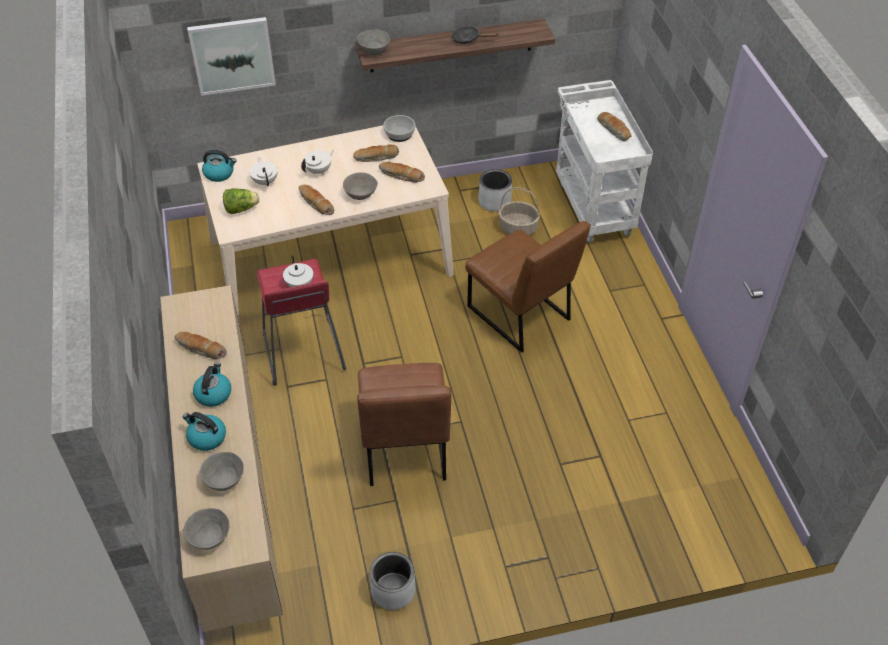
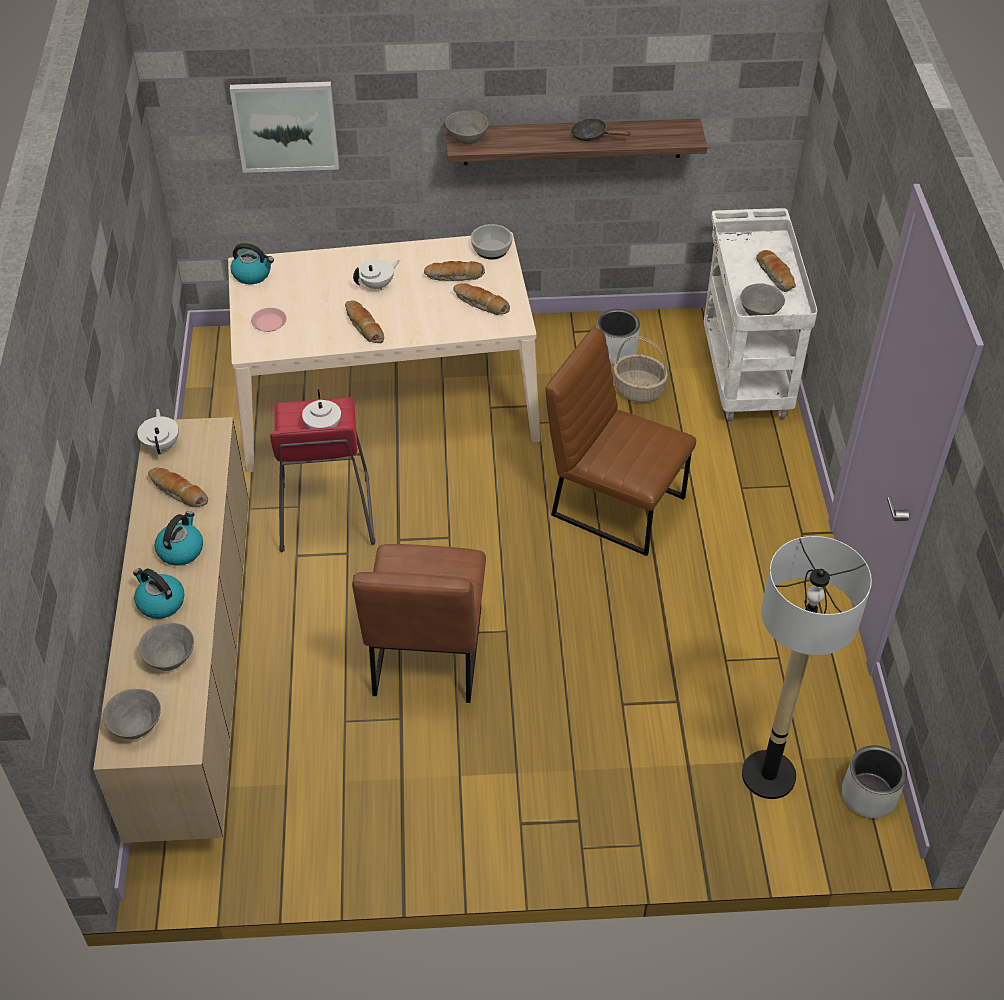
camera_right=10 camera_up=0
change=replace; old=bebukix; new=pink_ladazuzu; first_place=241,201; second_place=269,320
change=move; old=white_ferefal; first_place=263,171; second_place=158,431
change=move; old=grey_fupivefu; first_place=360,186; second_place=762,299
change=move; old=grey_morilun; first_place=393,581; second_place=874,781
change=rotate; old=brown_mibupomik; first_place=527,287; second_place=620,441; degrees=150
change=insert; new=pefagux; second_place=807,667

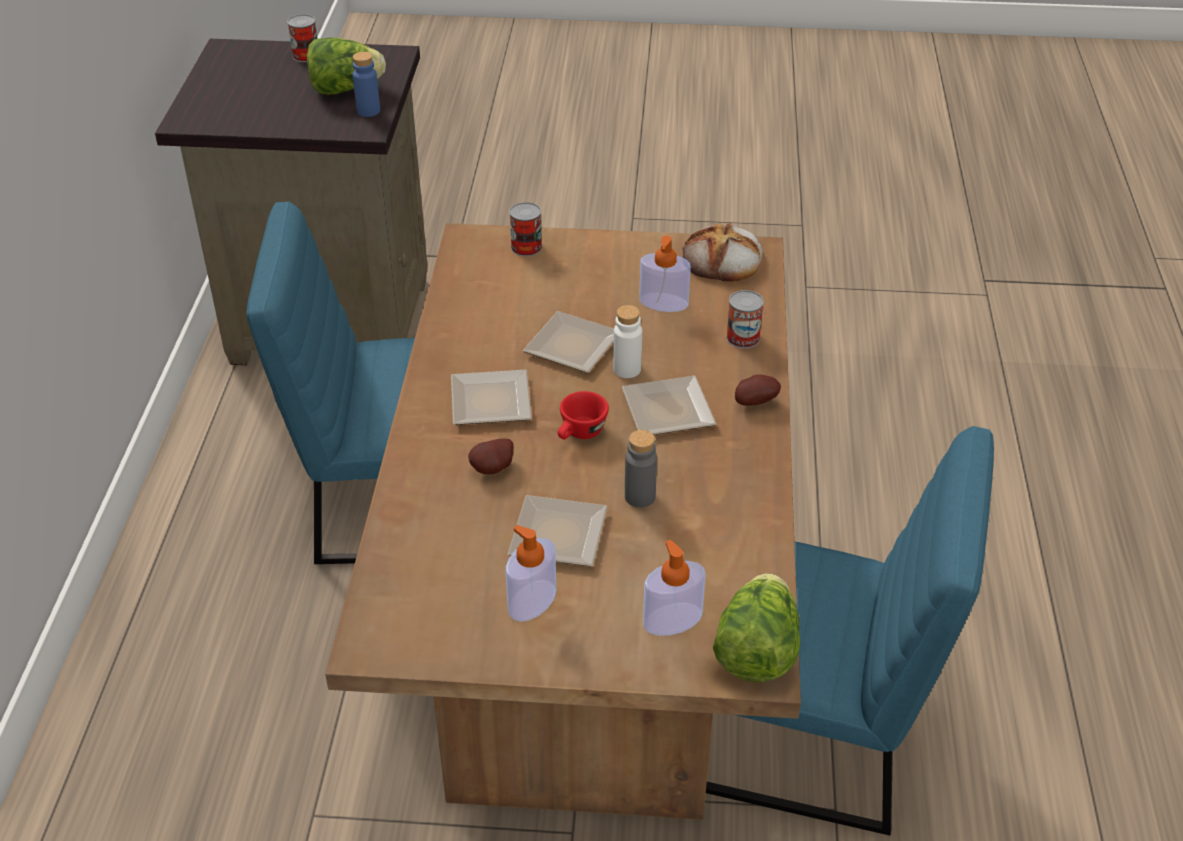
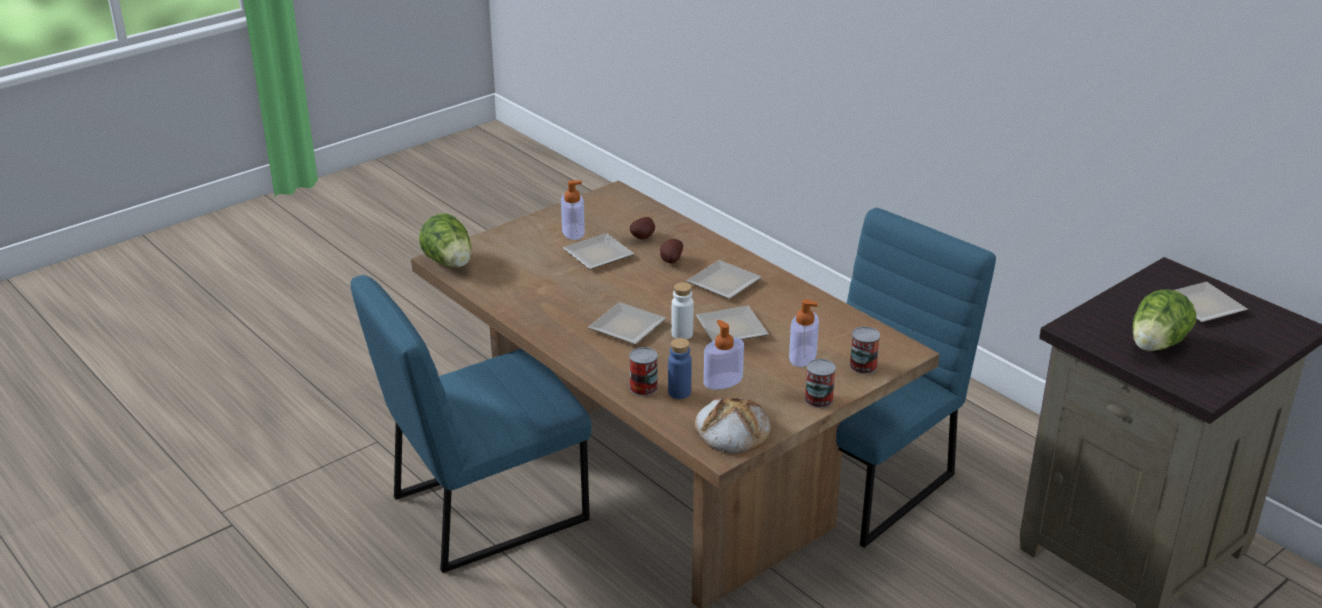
camera_right=135 camera_up=-10
change=move; old=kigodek; first_place=302,38; second_place=820,383
change=move; old=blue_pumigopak; first_place=366,84; second_place=680,368
change=delete; old=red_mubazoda; first_place=583,415
change=delete; old=grey_pumigopak; first_place=641,469
change=move; old=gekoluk; first_place=674,588; second_place=804,333
change=move; old=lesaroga; first_place=758,390; second_place=642,228
change=insert; new=ladazuzu; second_place=1211,302

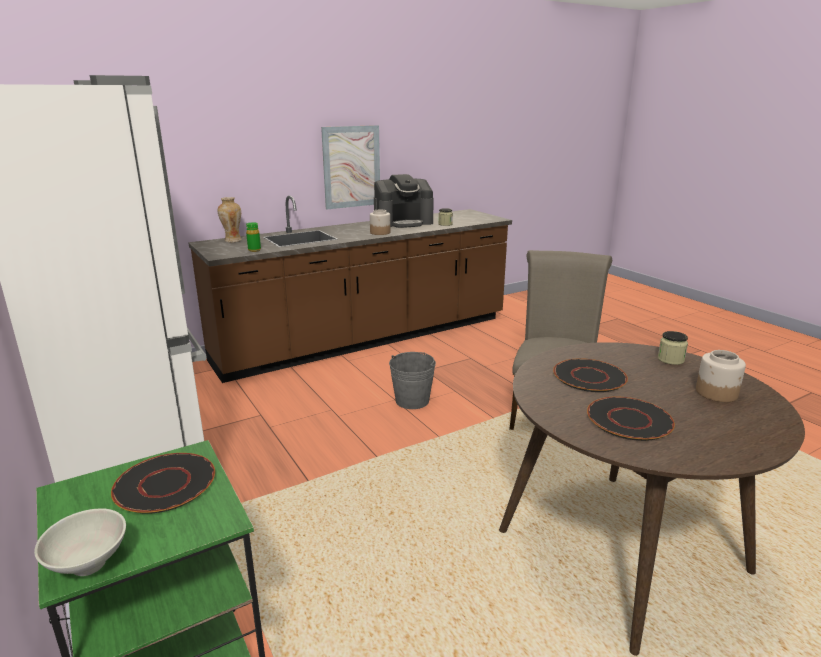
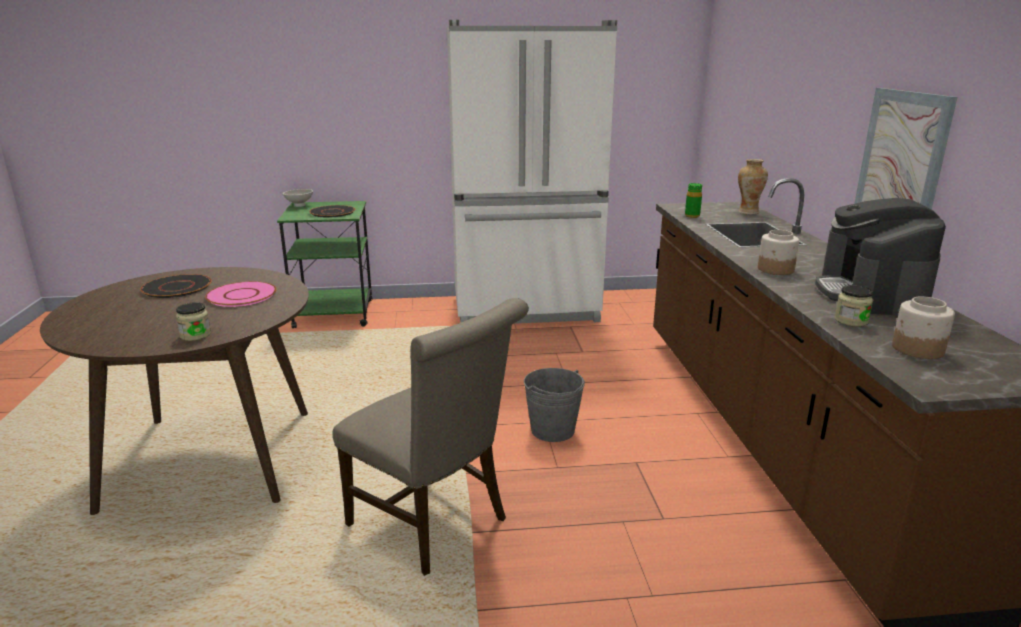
camera_right=115 camera_up=0
change=recolor; old=black_ladazuzu; new=pink_ladazuzu; first_place=590,375; second_place=241,294
change=move; old=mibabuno; first_place=721,376; second_place=923,327

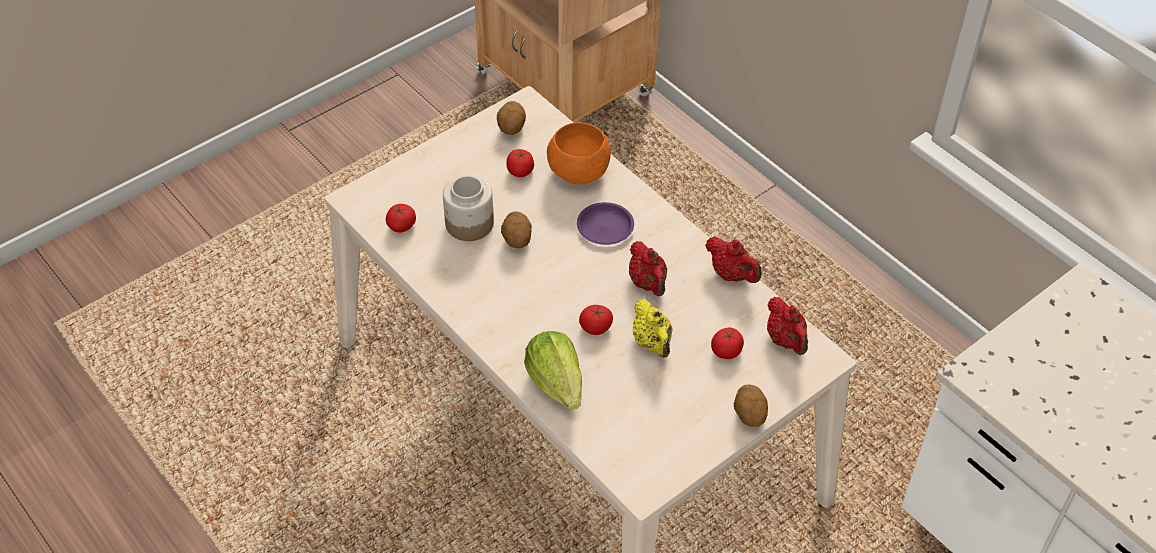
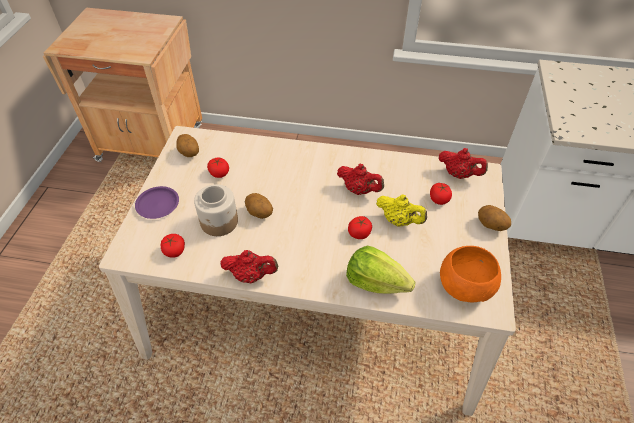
camera_right=-40 camera_up=0
change=move; old=orange_fupivefu; first_place=579,153; second_place=470,274
change=move; old=purple_ladazuzu; first_place=605,223; second_place=157,202
change=move; old=red_ferefal; first_place=733,259; second_place=249,266

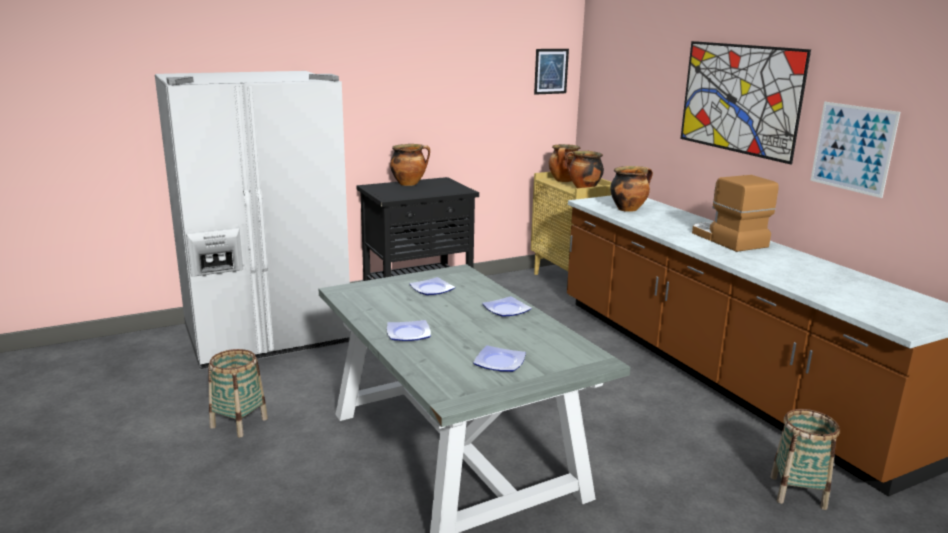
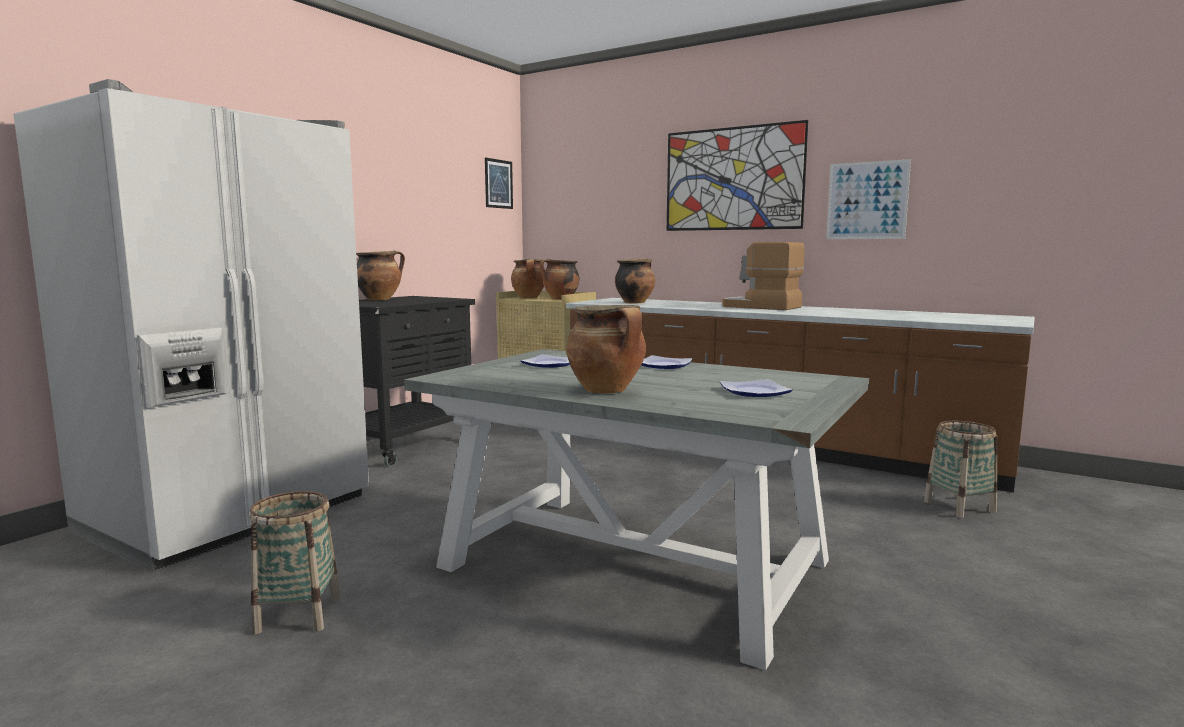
camera_right=-30 camera_up=-10
change=replace; old=ladazuzu; new=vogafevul; first_place=409,330; second_place=606,349

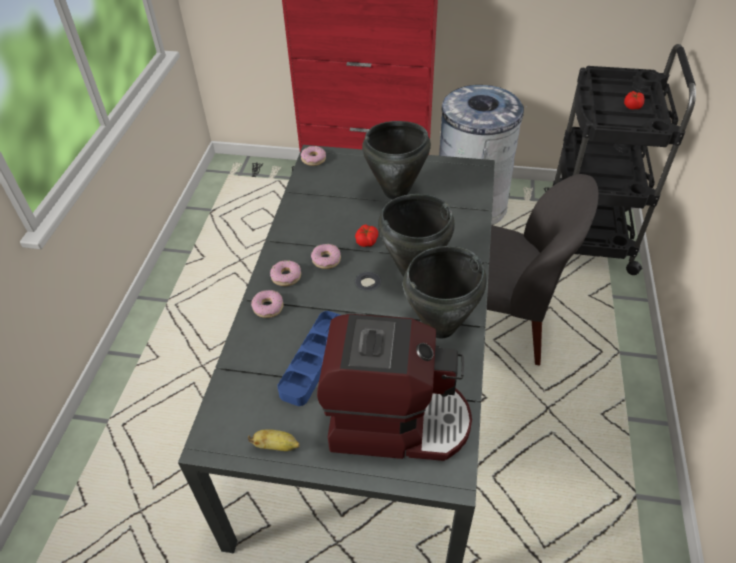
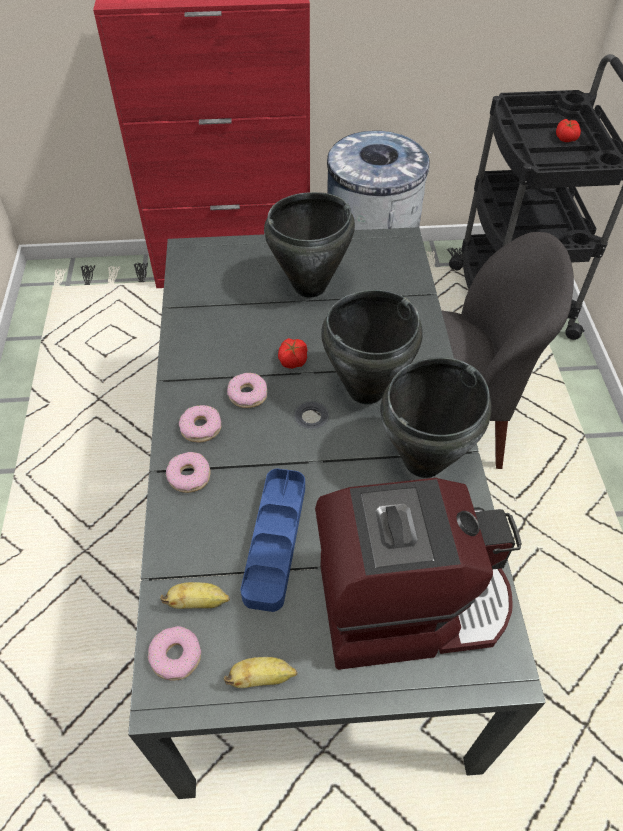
camera_right=-15 camera_up=5
change=move; old=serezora; first_place=313,156; second_place=174,653
change=insert; new=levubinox; second_place=195,595

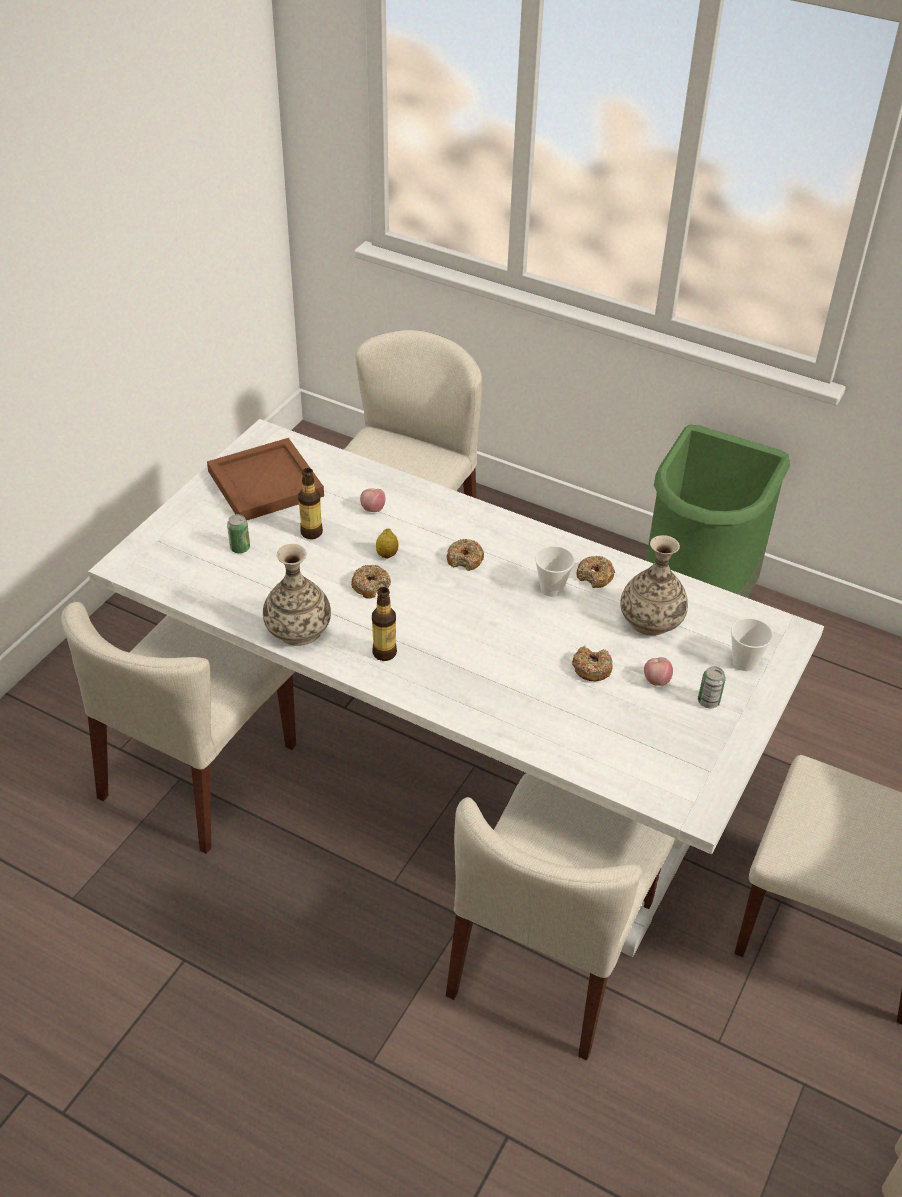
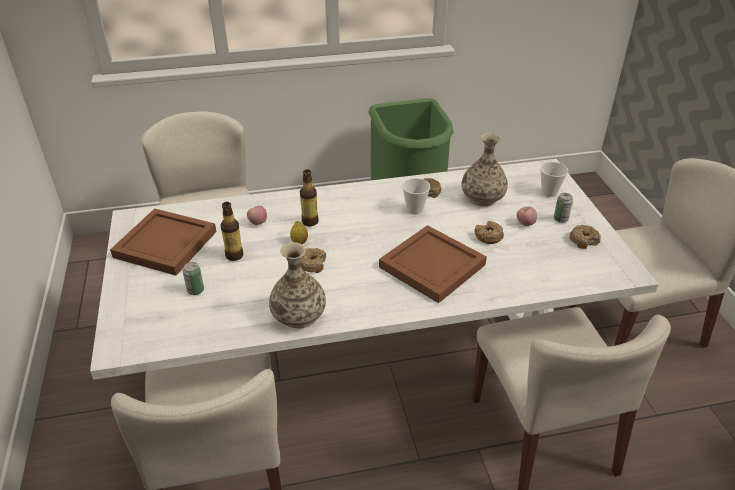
camera_right=-40 camera_up=-5
change=move; old=pumigopak; first_place=384,624; second_place=309,197
change=move; old=serezora; first_place=465,555; second_place=585,237
change=insert; new=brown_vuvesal; second_place=433,264

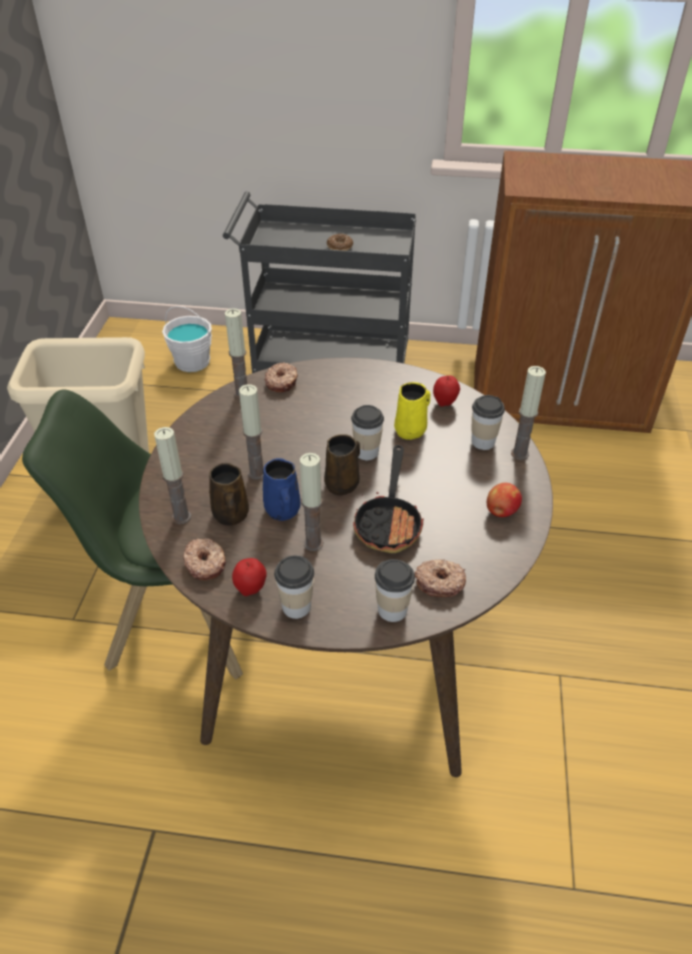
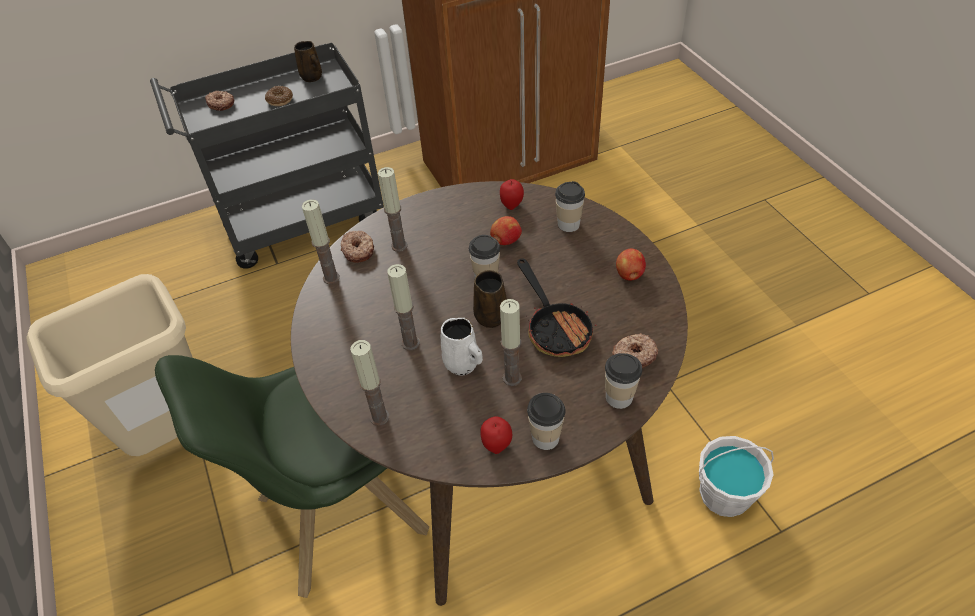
camera_right=-30 camera_up=5
change=move; old=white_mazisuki; first_place=187,339; second_place=736,476
change=move; old=serezora; first_place=204,559; second_place=219,101
change=move; old=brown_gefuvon; first_place=229,494; second_place=308,61
change=recolor; old=blue_gefuvon; new=white_gefuvon; first_place=282,489; second_place=461,347
change=replace; old=yellow_gefuvon; new=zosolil; first_place=412,411; second_place=506,230
change=move; old=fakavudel; first_place=528,413; second_place=392,209

